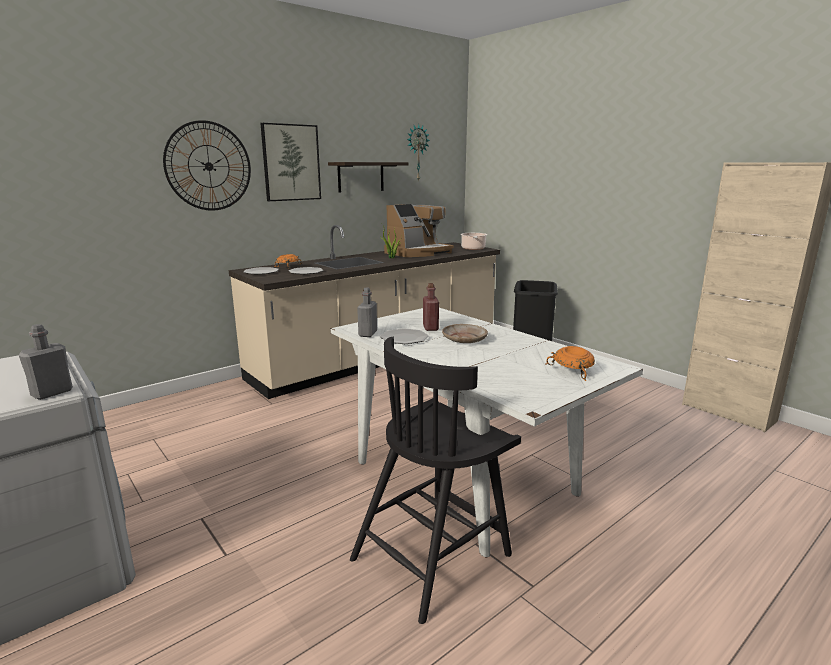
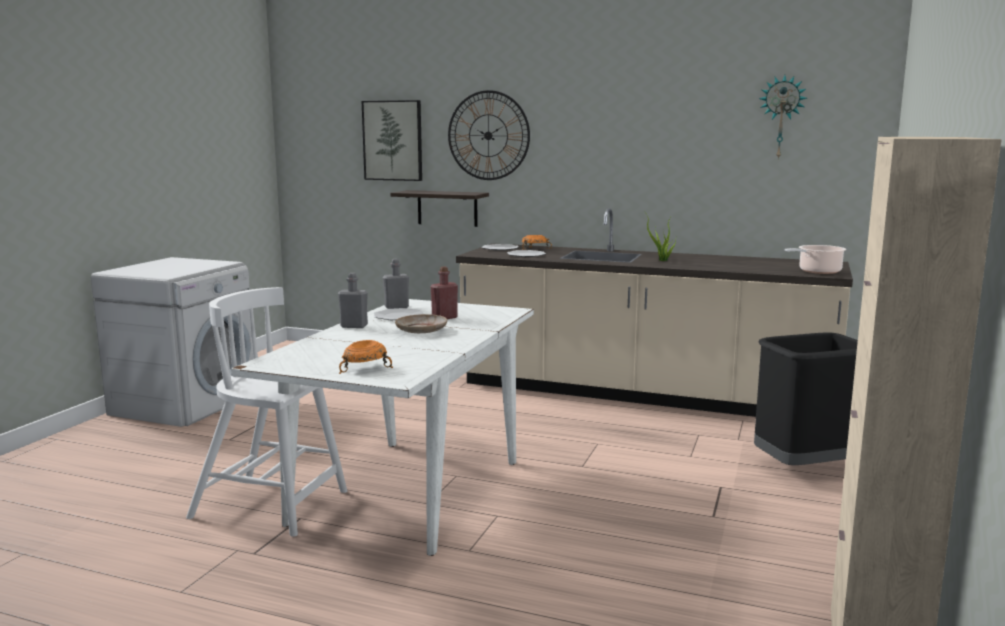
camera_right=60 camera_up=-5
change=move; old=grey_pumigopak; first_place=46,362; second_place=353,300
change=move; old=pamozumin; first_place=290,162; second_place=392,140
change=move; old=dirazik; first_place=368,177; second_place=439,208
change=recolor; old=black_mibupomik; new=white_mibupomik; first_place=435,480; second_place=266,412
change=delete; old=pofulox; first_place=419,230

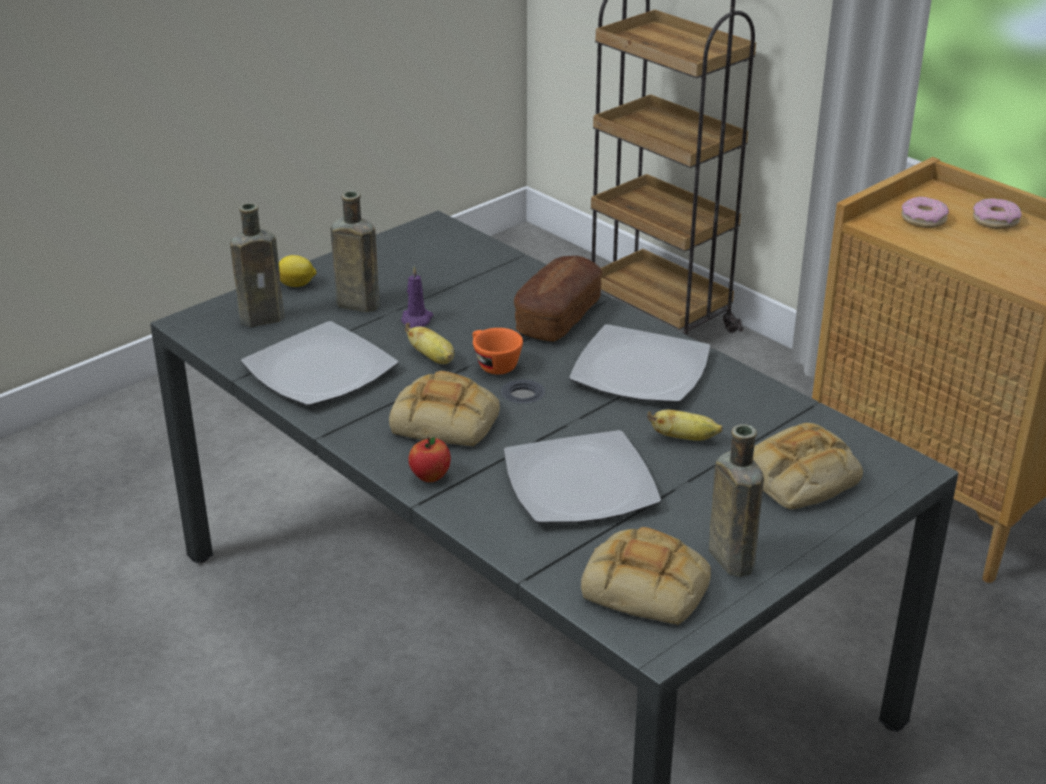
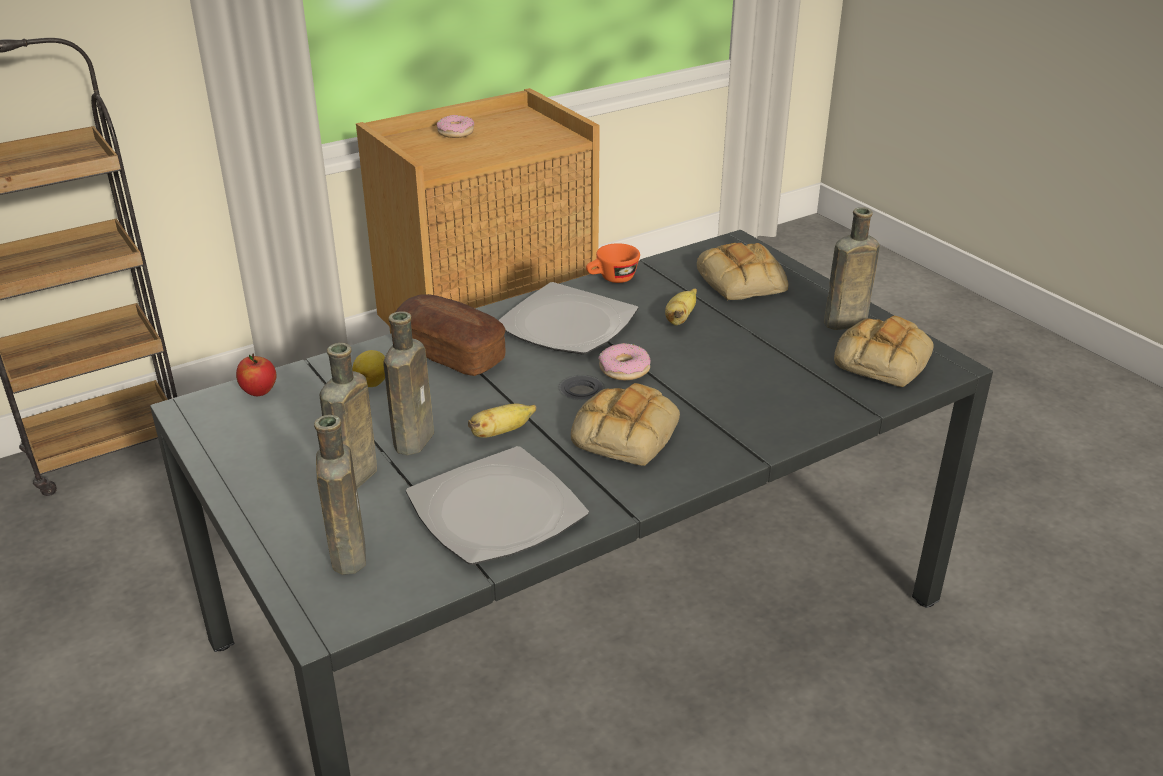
camera_right=-80 camera_up=0
change=move; old=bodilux; first_place=298,271; second_place=368,368
change=replace; old=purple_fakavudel; new=brown_pumigopak; first_place=417,297; second_place=408,383
change=move; old=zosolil; first_place=429,459; second_place=256,375
change=move; old=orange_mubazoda; first_place=497,351; second_place=613,263
change=delete; old=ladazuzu; first_place=582,476
change=move; old=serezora; first_place=925,212; second_place=624,361

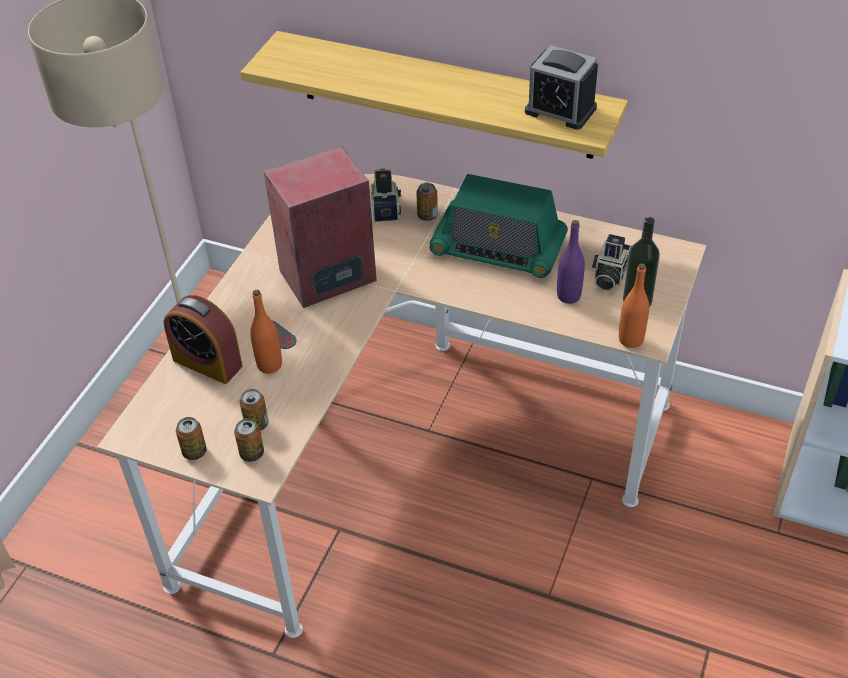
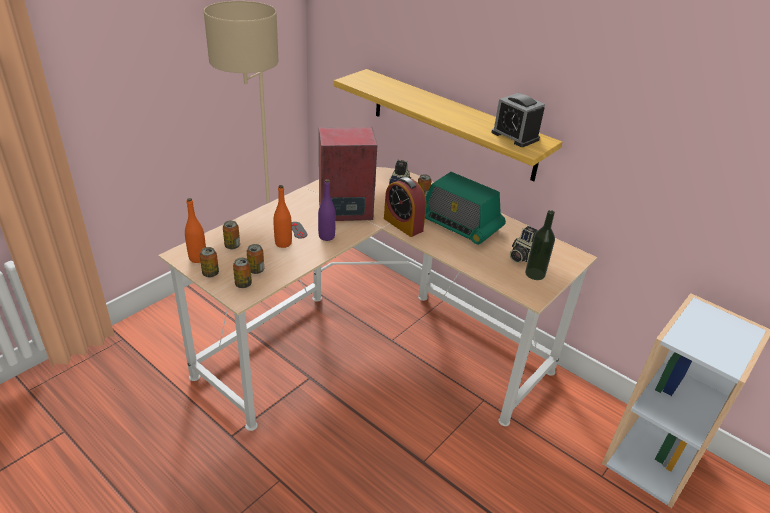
camera_right=15 camera_up=-10
change=move; old=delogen; first_place=203,339; second_place=405,207
change=move; old=purple_pumigopak; first_place=571,262; second_place=327,210
change=move; old=orange_pumigopak; first_place=634,305; second_place=195,230
change=insert; new=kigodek; second_place=231,235

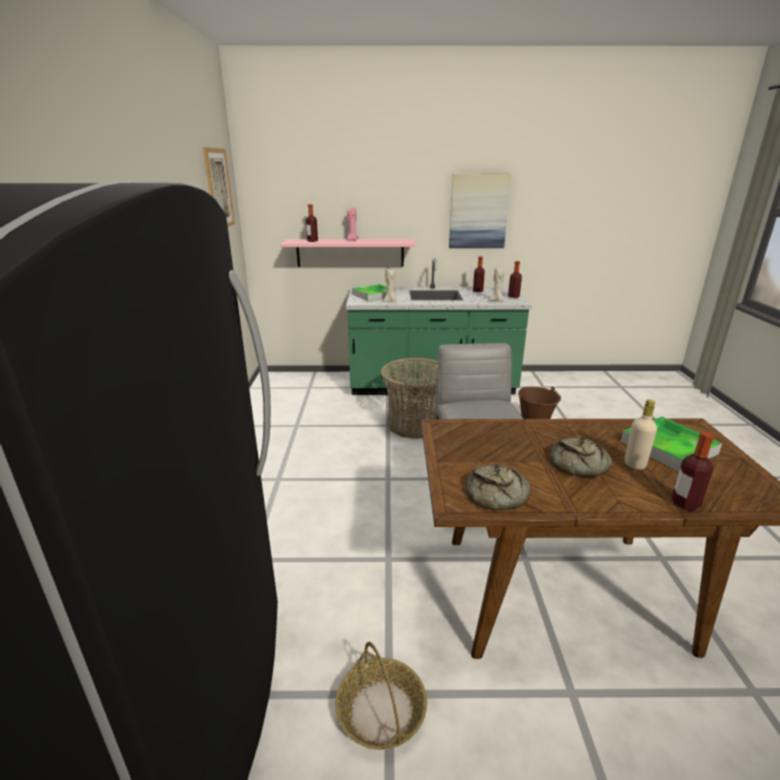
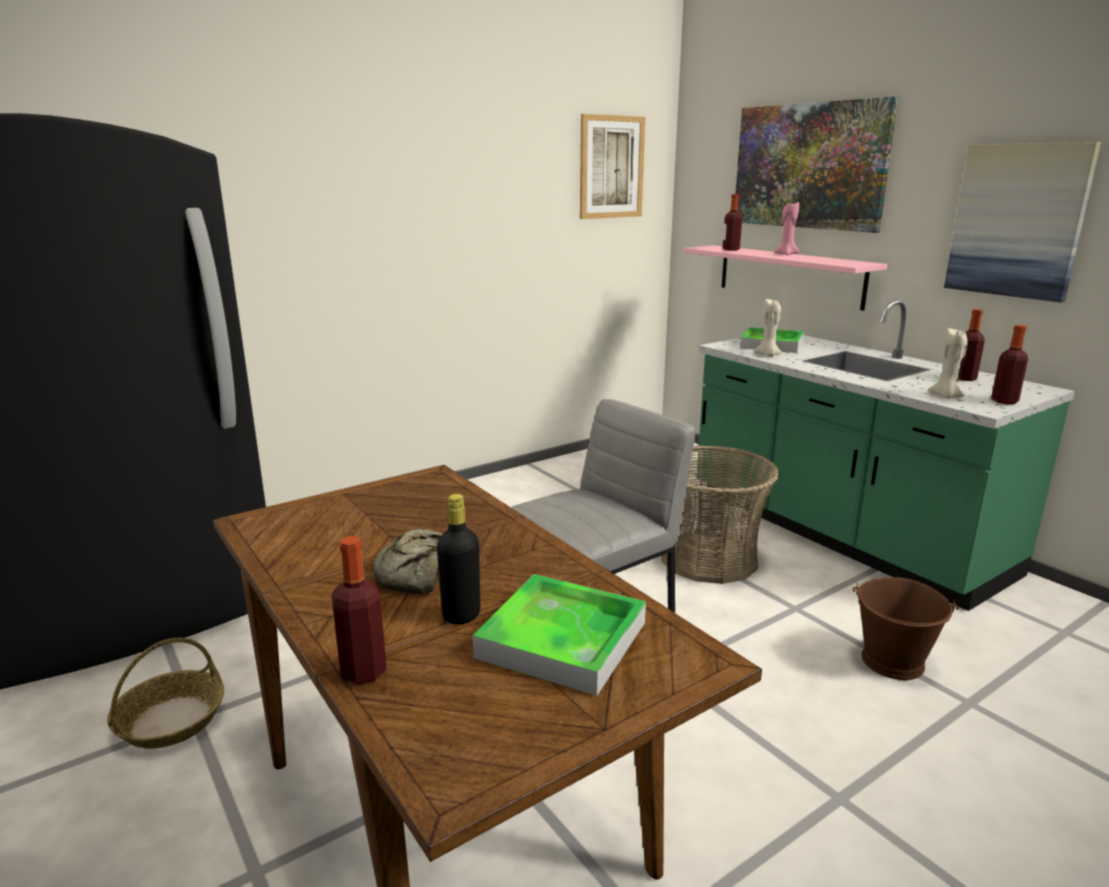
camera_right=55 camera_up=-5
change=delete; old=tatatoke; first_place=498,486
change=recolor; old=beige_pumigopak; new=black_pumigopak; first_place=641,434; second_place=458,559
change=insert; new=pamozumin; second_place=817,165

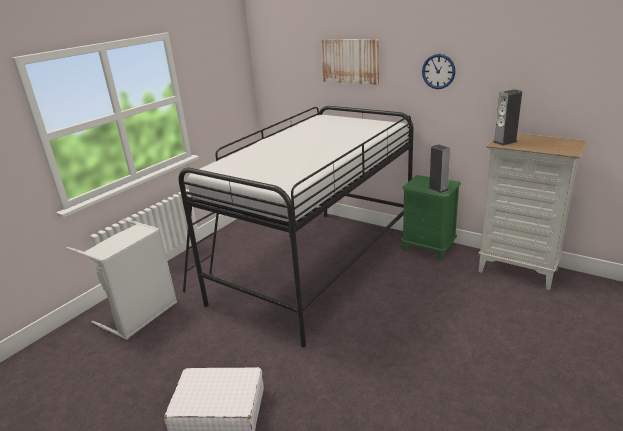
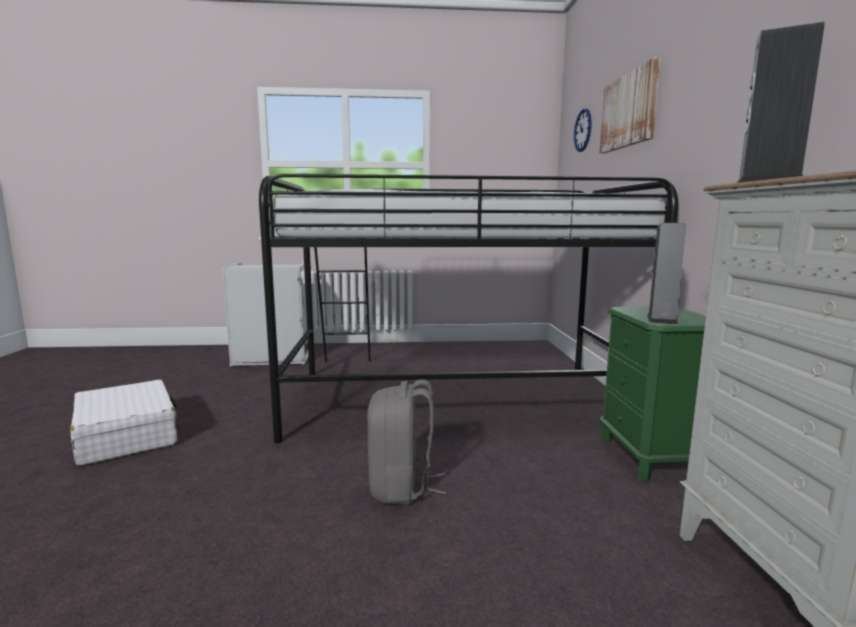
camera_right=50 camera_up=-15
change=move; old=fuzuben; first_place=439,71; second_place=583,130
change=insert; new=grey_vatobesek; second_place=407,441

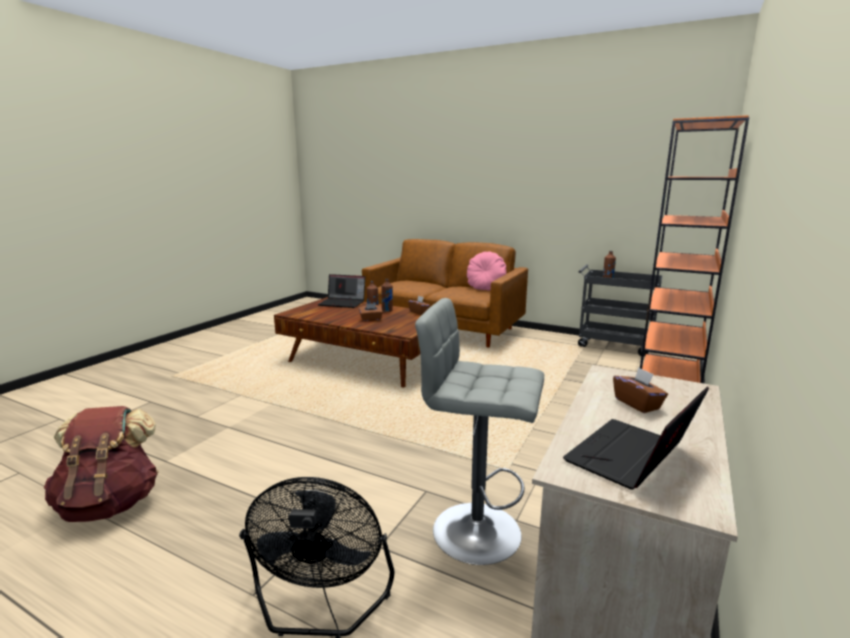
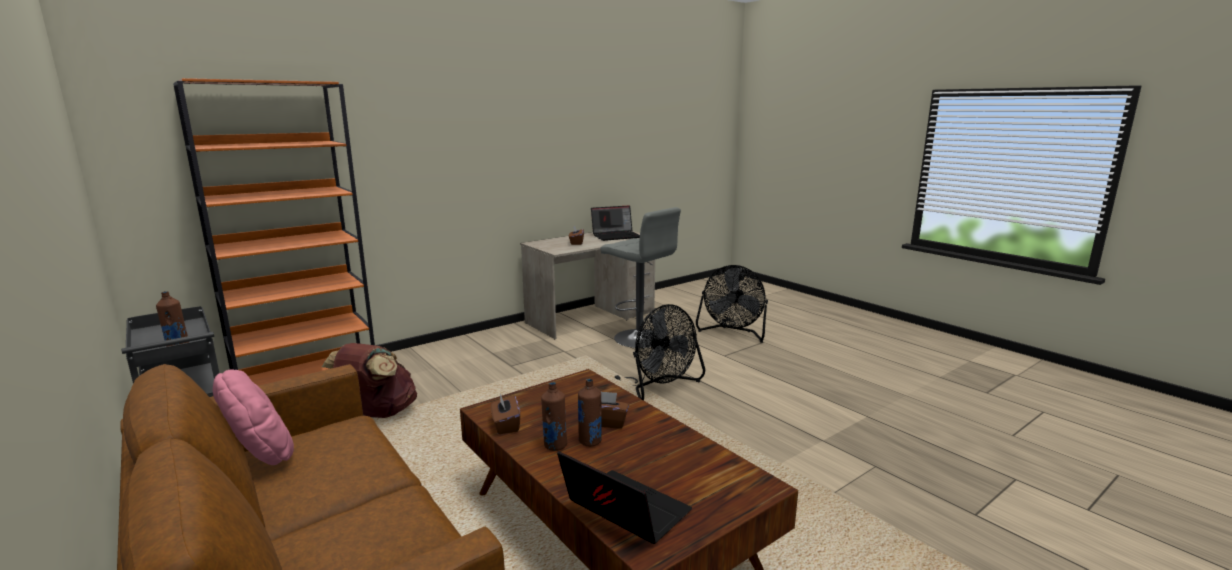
camera_right=-155 camera_up=0
change=move; old=brown_vatobesek; first_place=101,464; second_place=369,380
change=insert; new=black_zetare; second_place=660,352

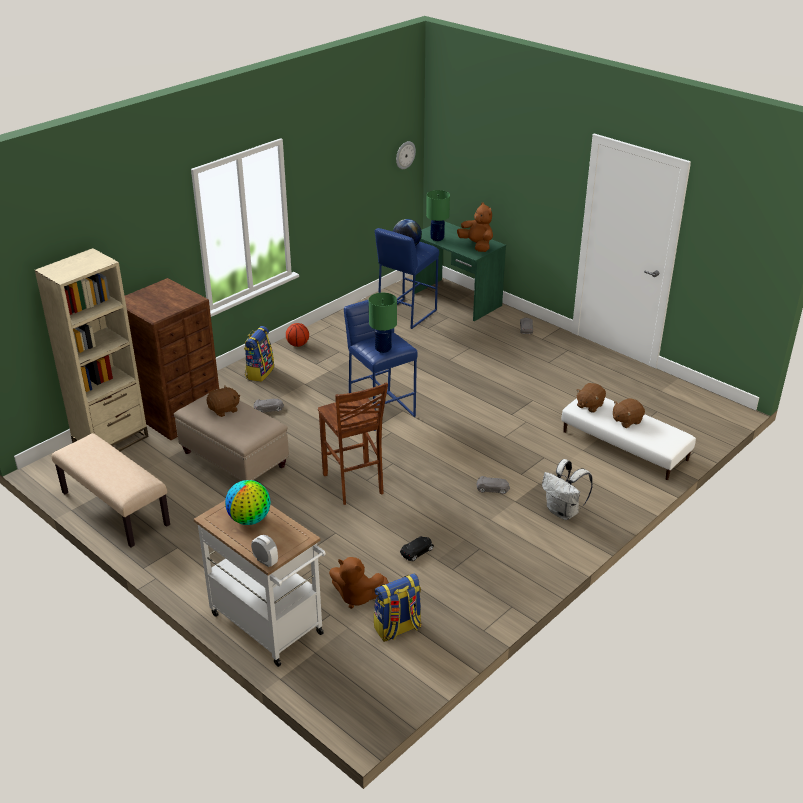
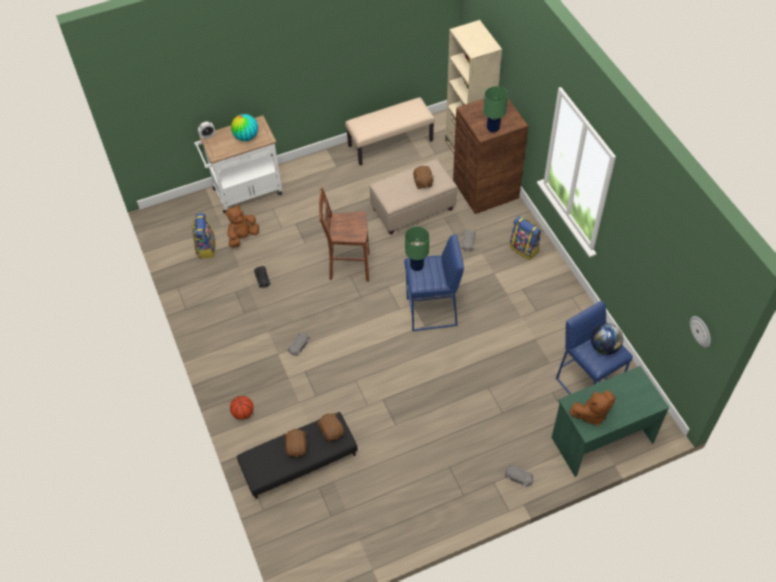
camera_right=115 camera_up=20
change=move; old=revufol; first_place=297,335; second_place=242,408
change=move; old=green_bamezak; first_place=438,215; second_place=495,109
change=delete; old=white_vatobesek; first_place=567,489
change=recolor; old=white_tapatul; new=black_tapatul; first_place=629,439; second_place=297,455

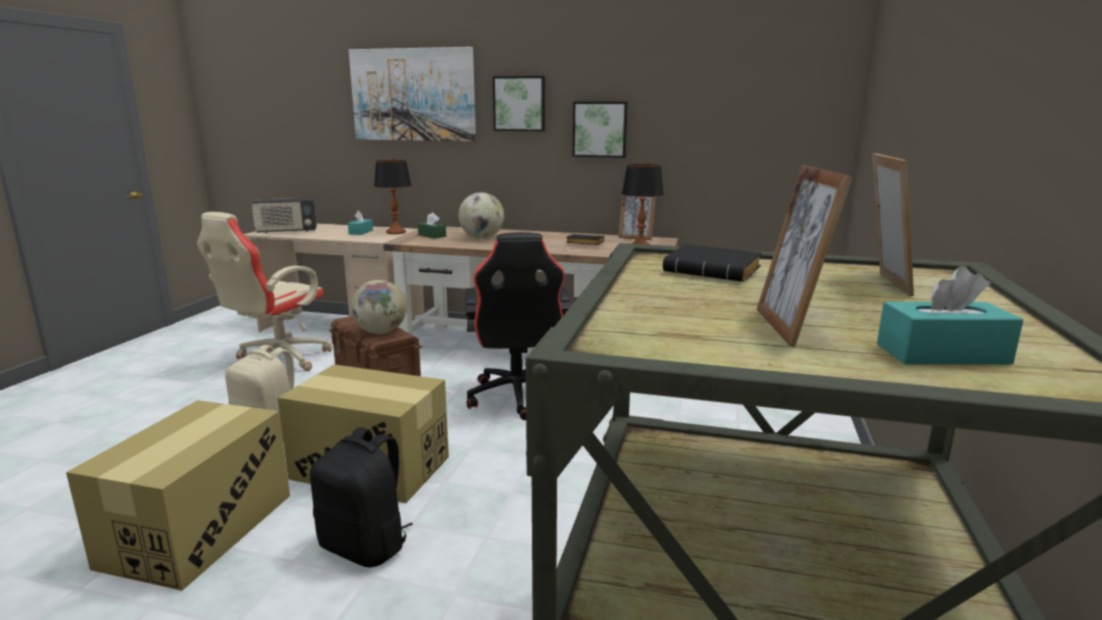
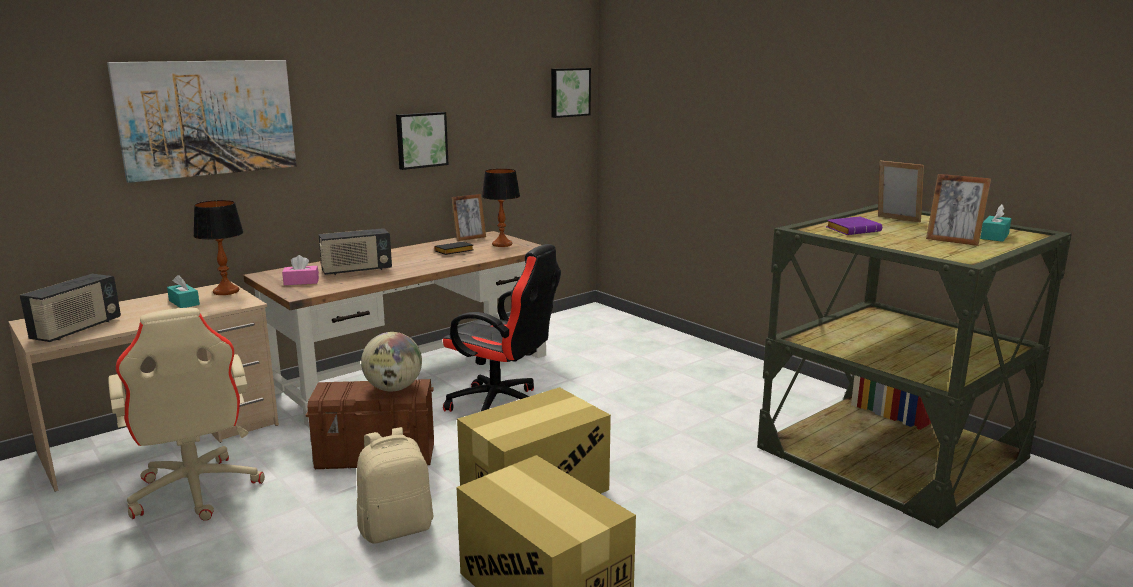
camera_right=-55 camera_up=0
change=delete; old=black_vatobesek; first_place=361,497
change=recolor; old=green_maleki; new=pink_maleki; first_place=432,226; second_place=300,270
change=replace; old=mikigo; new=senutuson; first_place=481,215; second_place=355,251
change=move; old=pamozumin; first_place=519,104; second_place=571,93
change=recolor; old=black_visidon; new=purple_visidon; first_place=712,263; second_place=854,225

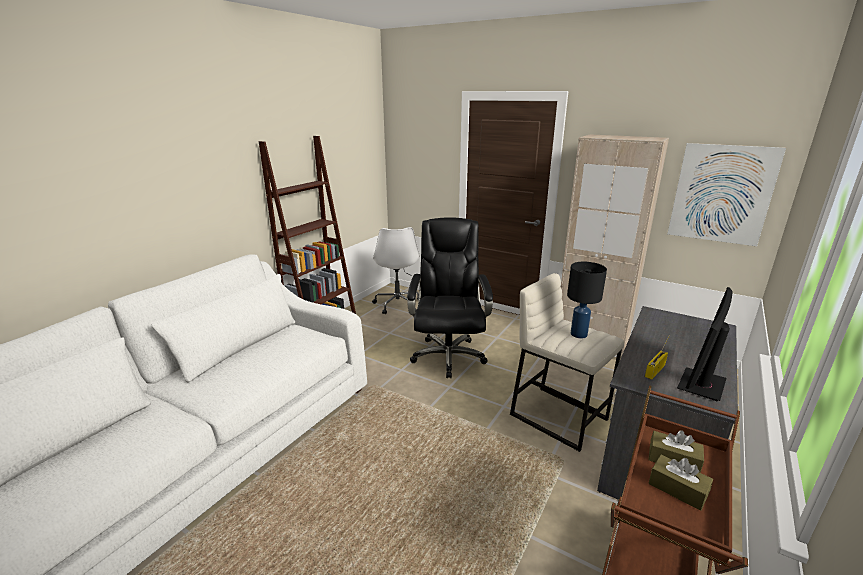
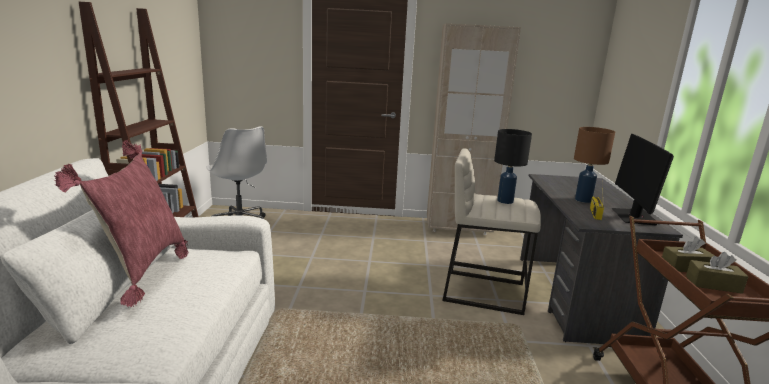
camera_right=-30 camera_up=-5
change=delete; old=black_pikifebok; first_place=450,297
change=delete; old=pamozumin; first_place=726,194
change=insert; new=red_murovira; second_place=122,224
change=insert; new=brown_bamezak; second_place=594,165

